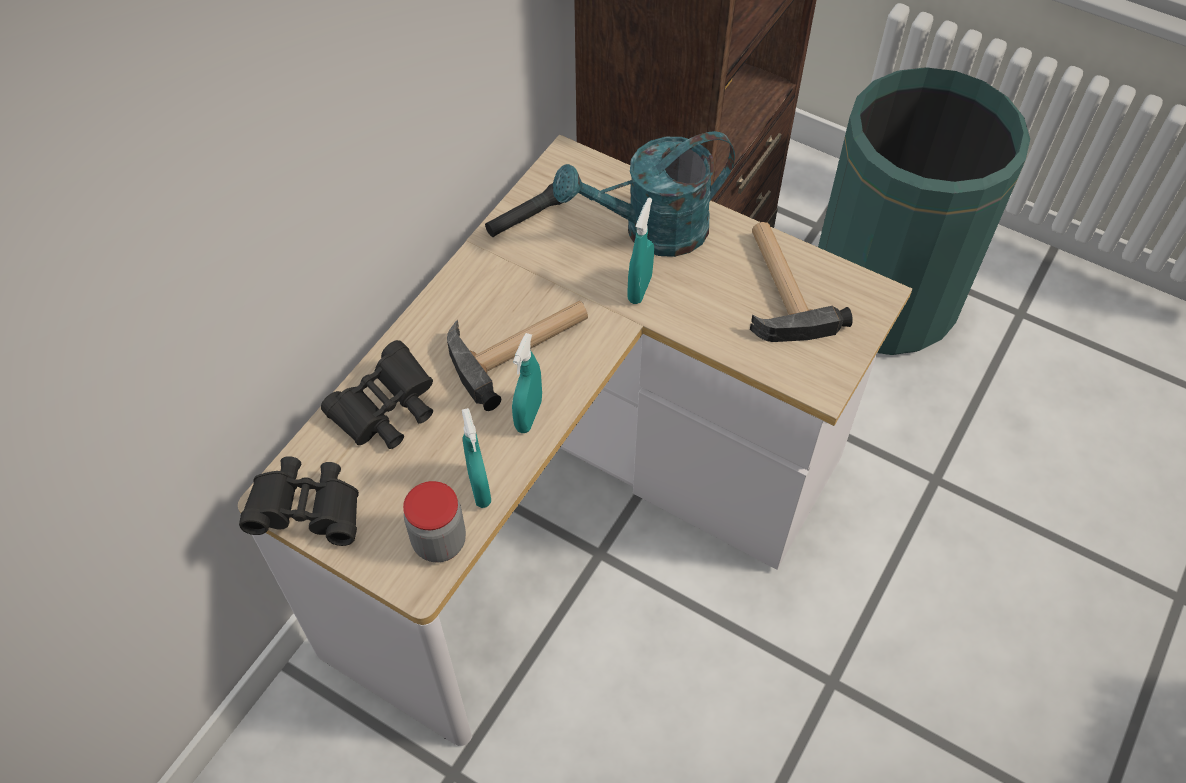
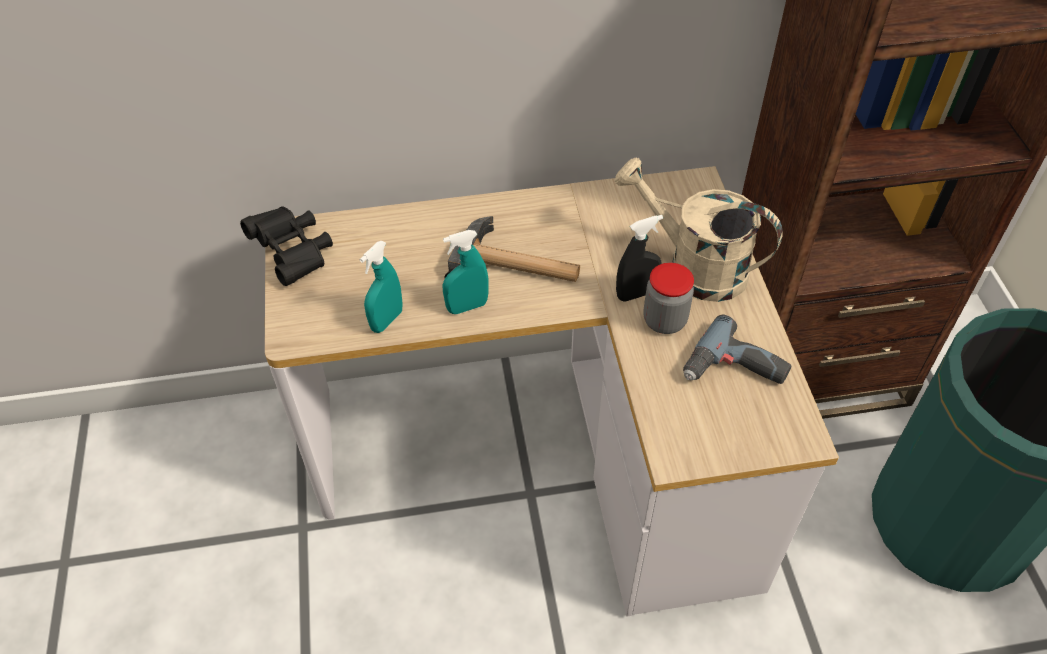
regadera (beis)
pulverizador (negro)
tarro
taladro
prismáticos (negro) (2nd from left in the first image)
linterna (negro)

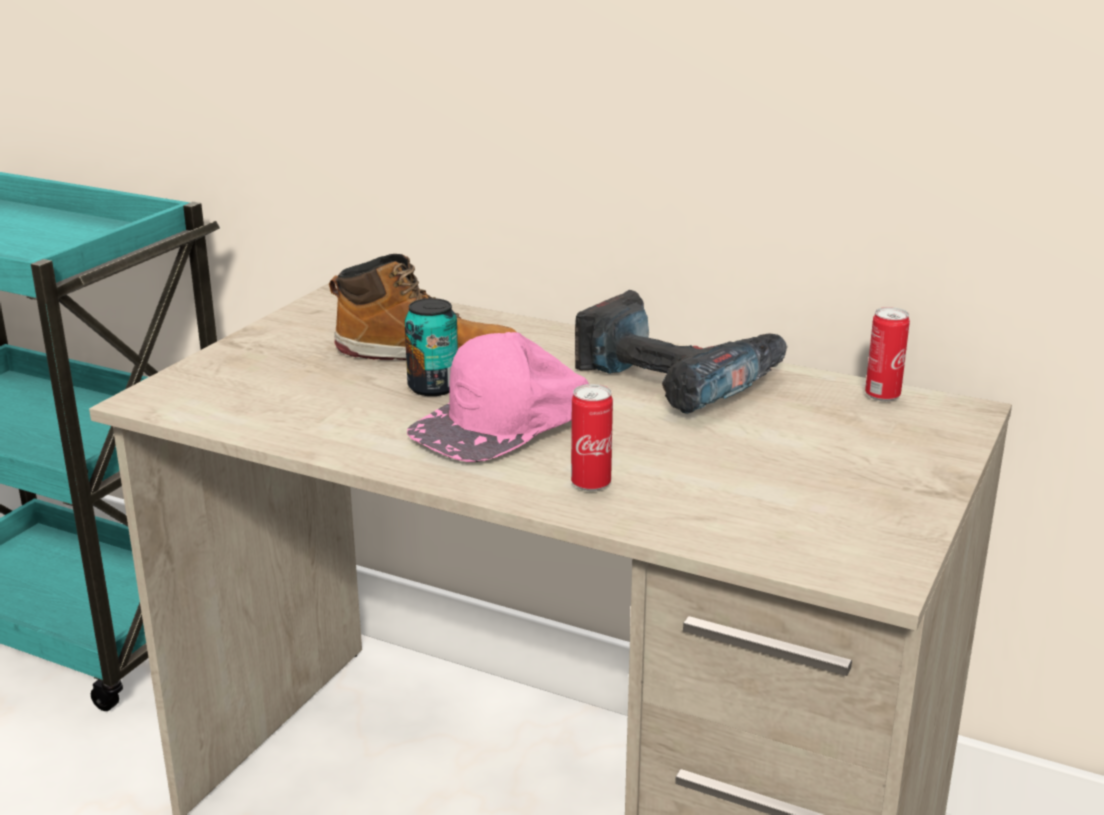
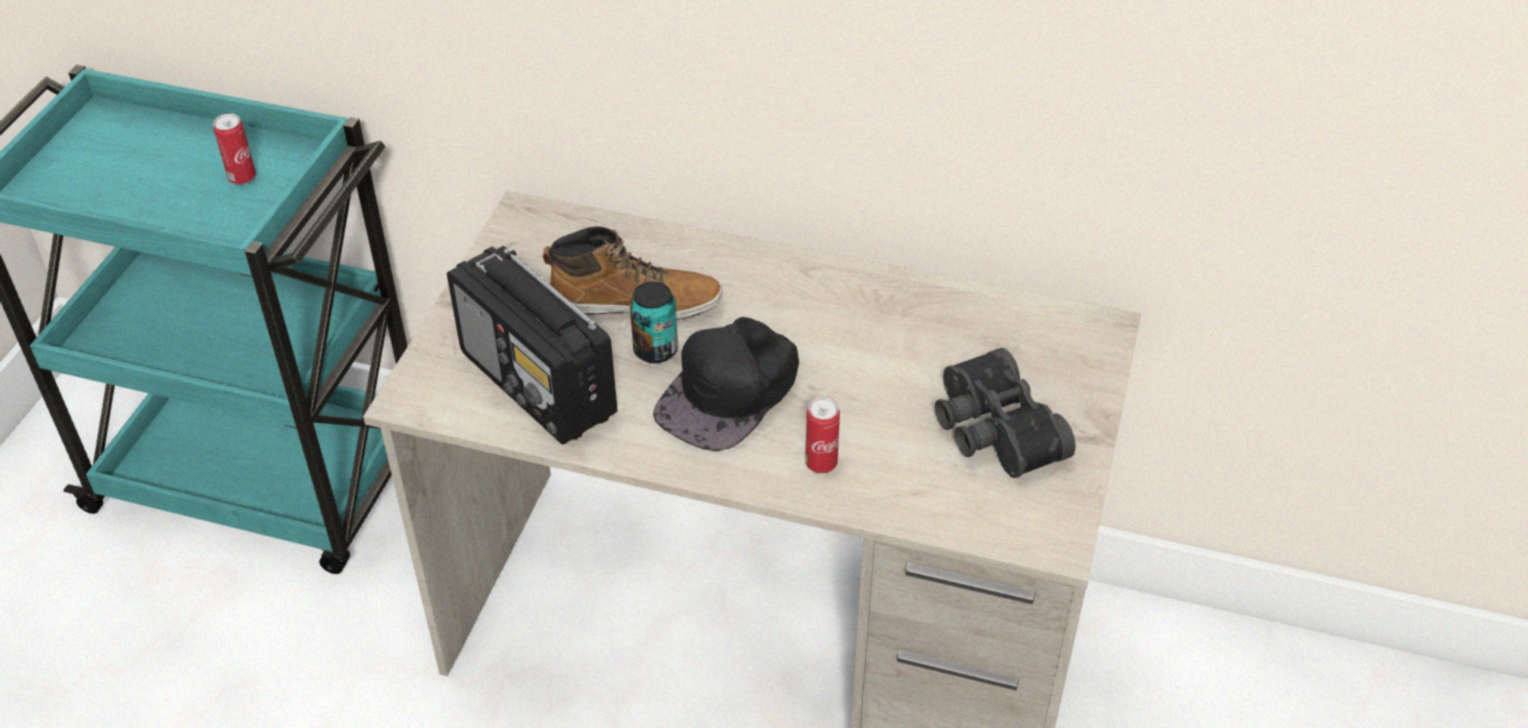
lata (1st from left)
radio
gorra (negro)
prismáticos (negro)
taladro

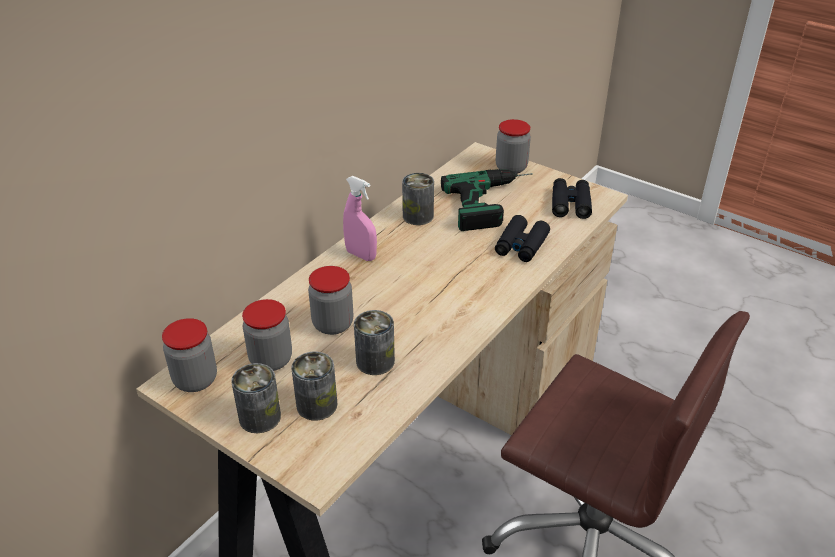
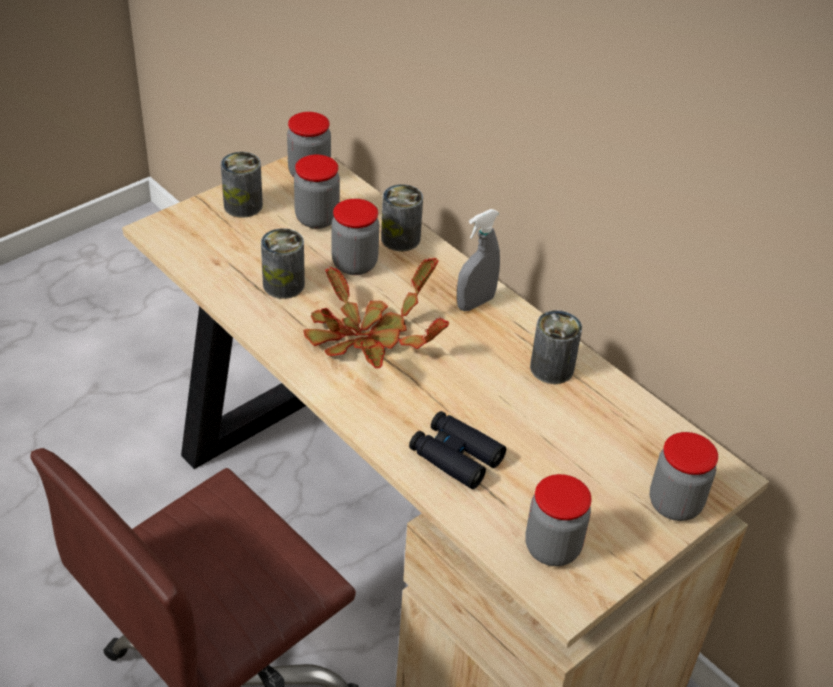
planta en maceta
lata (3rd from left)
pulverizador (gris)
tarro (4th from left)
taladro

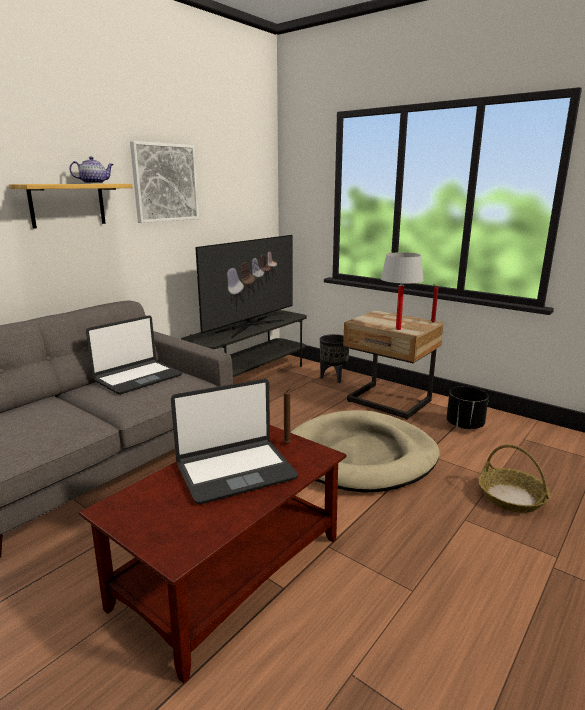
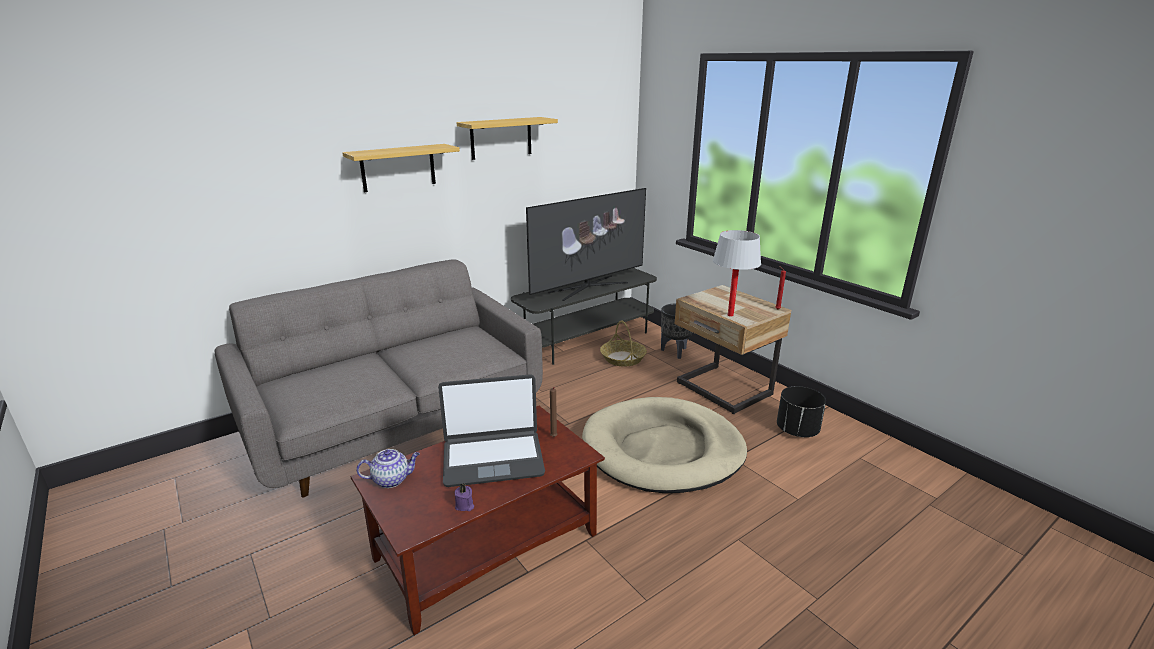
tetera
vela (morado)
estante (2nd from left)
cesta
portátil (1st from left in the first image)

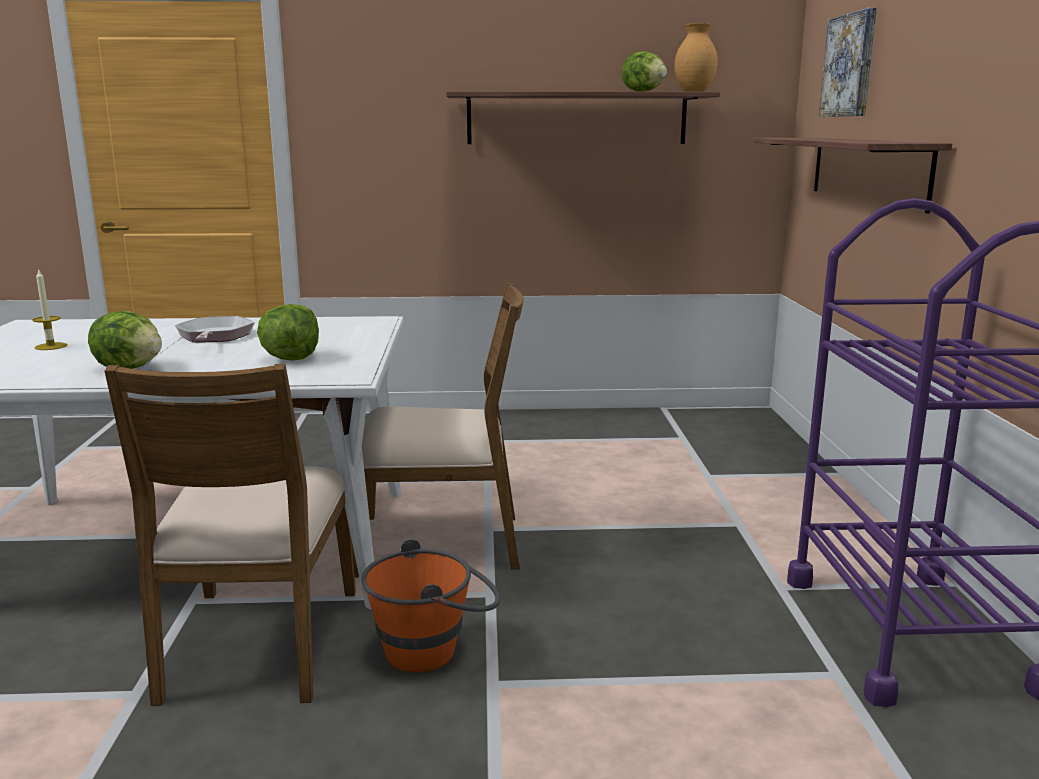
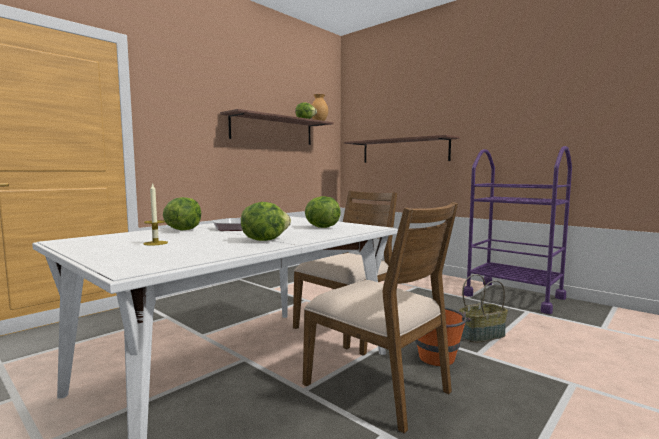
lechuga (1st from left)
cesta
cuadro

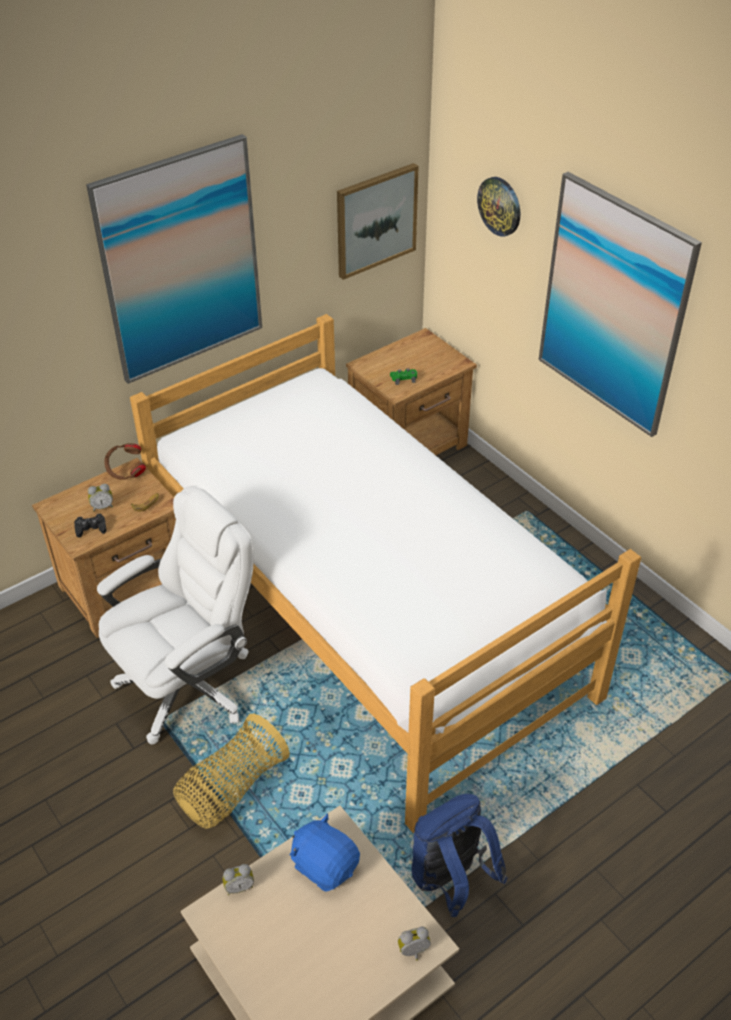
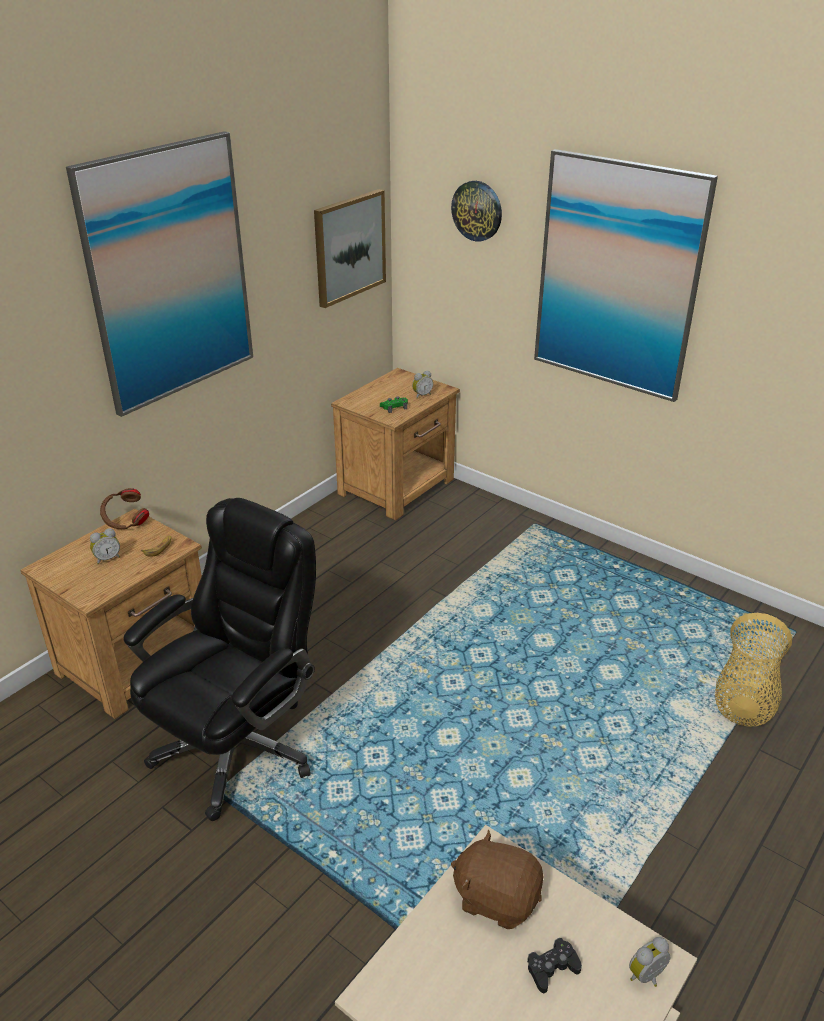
silla de oficina (negro)
despertador (2nd from left)
peluche (marrón)
mando de consola (negro)
cesta
cama
mochila (azul)

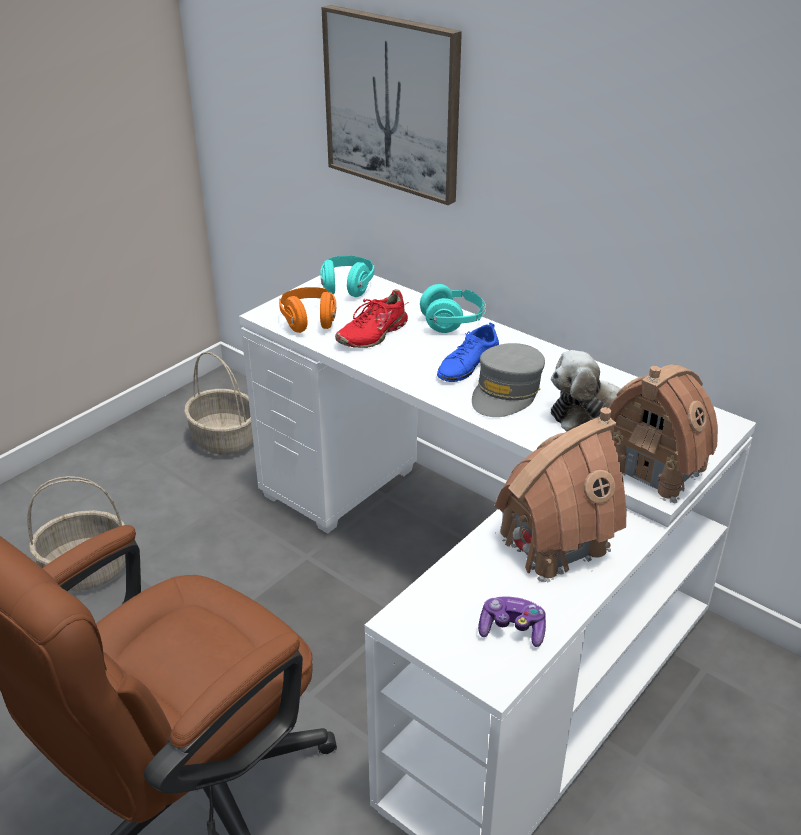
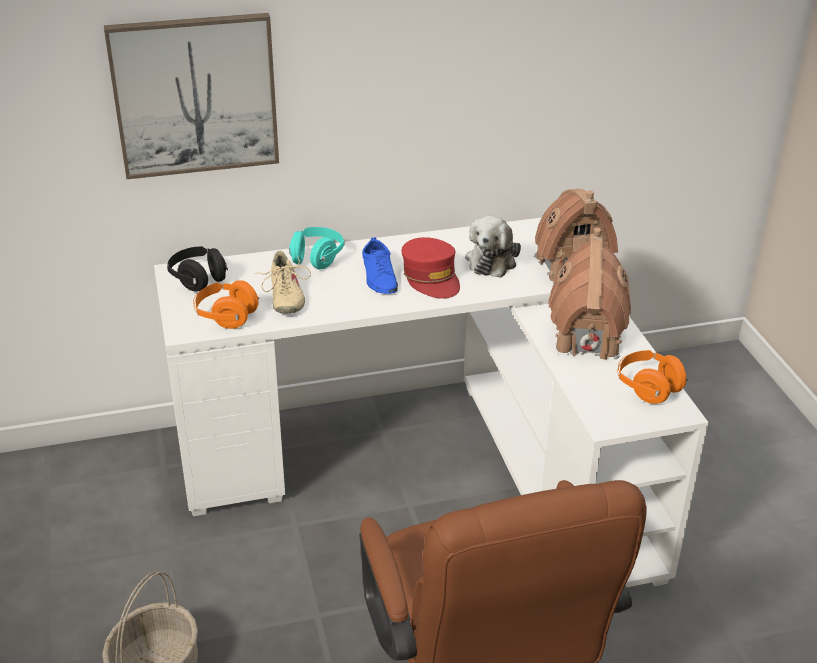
auriculares (negro)
zapato (beis)
gorra (rojo)
auriculares (naranja) (2nd from left)
cesta (2nd from left in the first image)

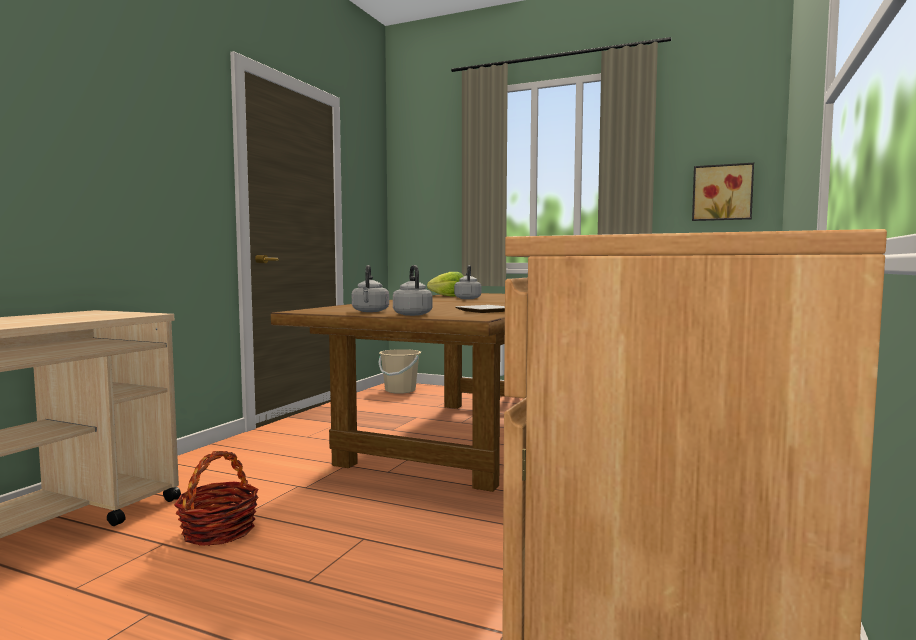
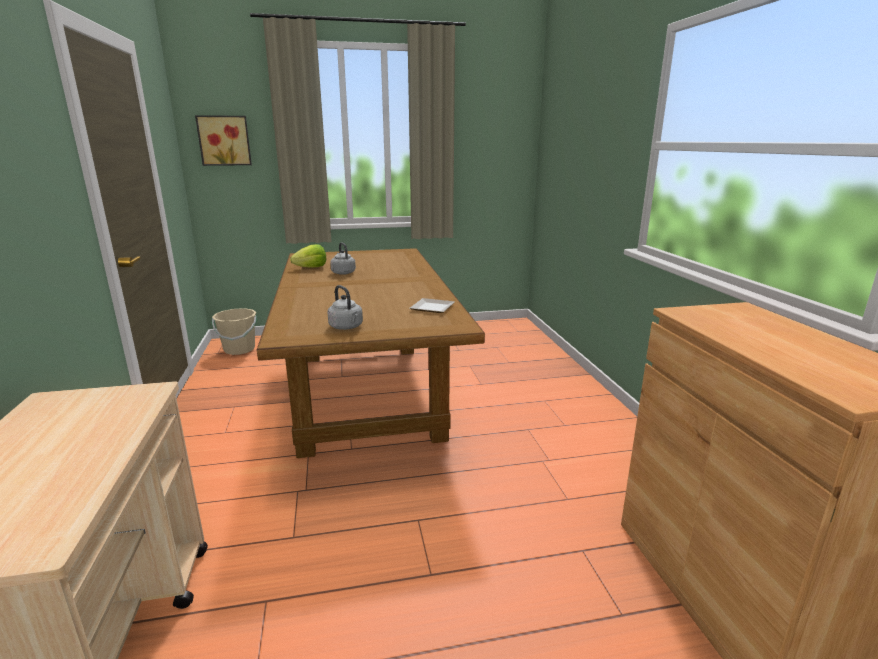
cuadro
cesta
hervidor (gris) (2nd from left in the first image)

